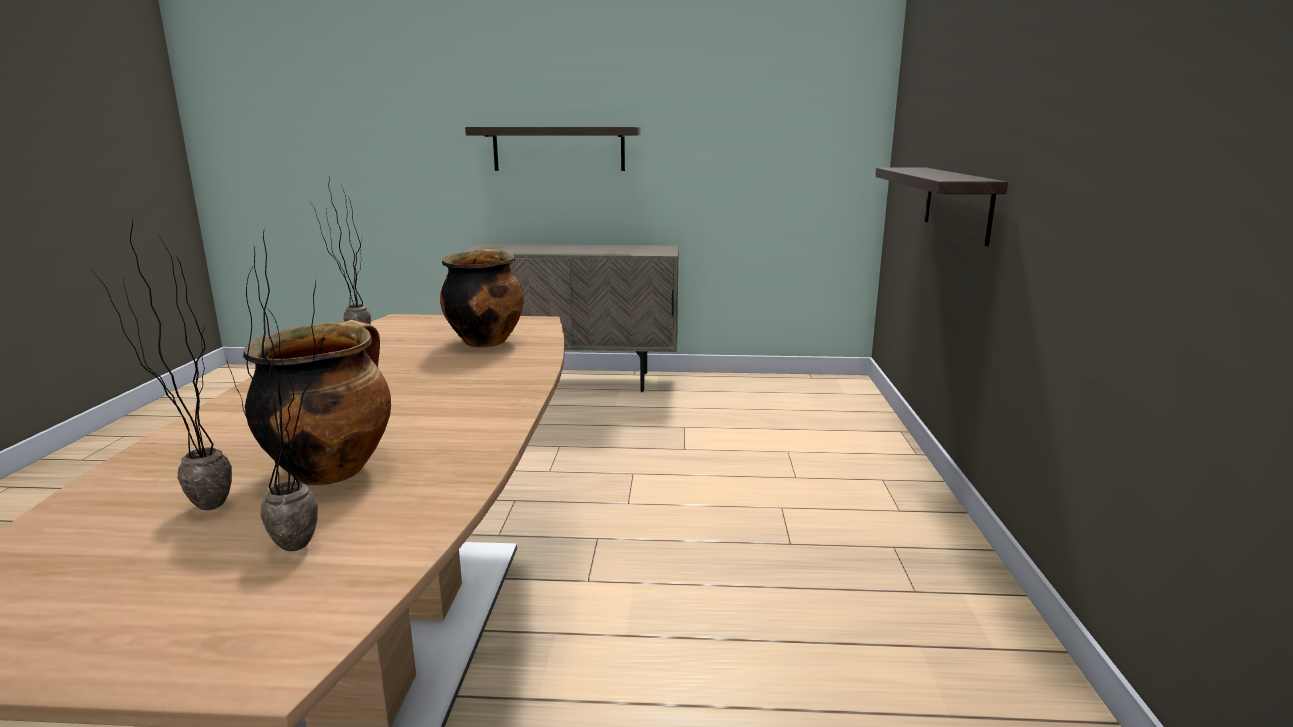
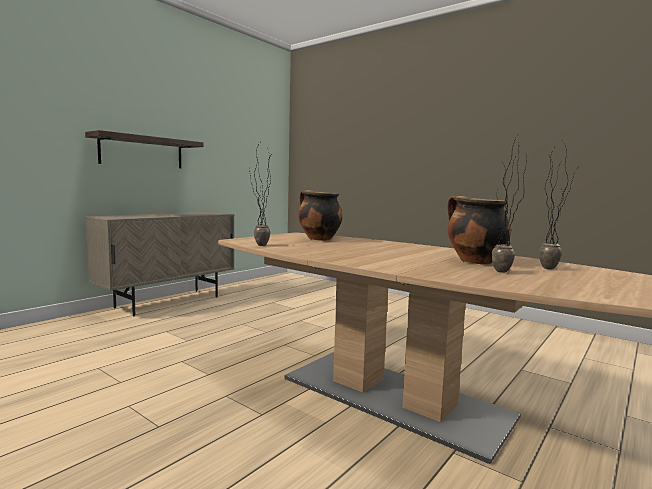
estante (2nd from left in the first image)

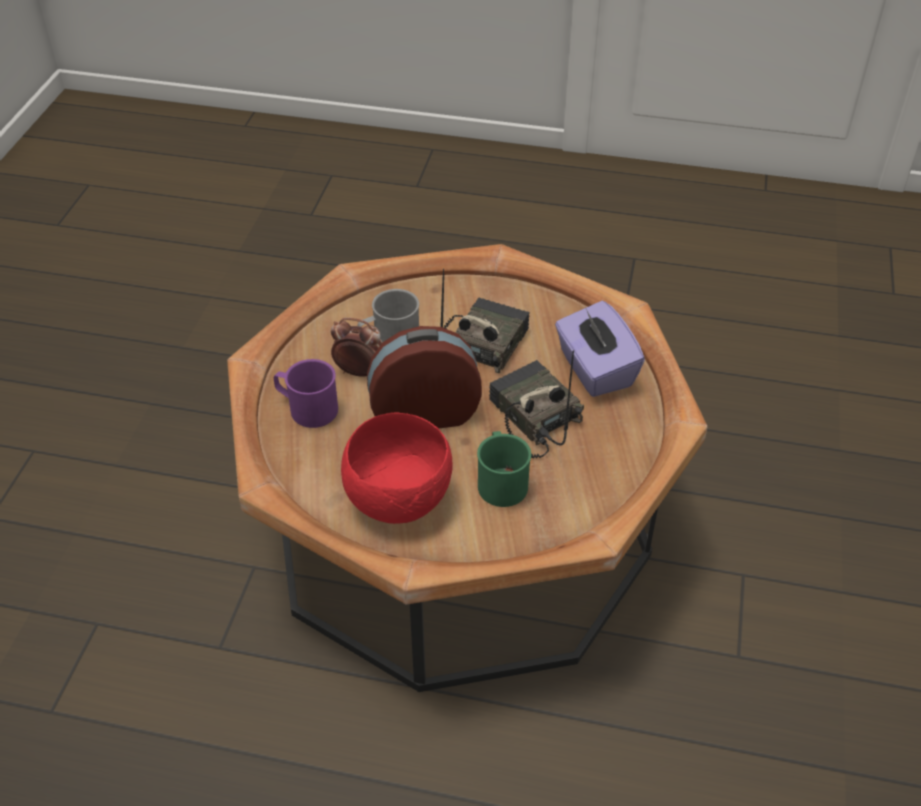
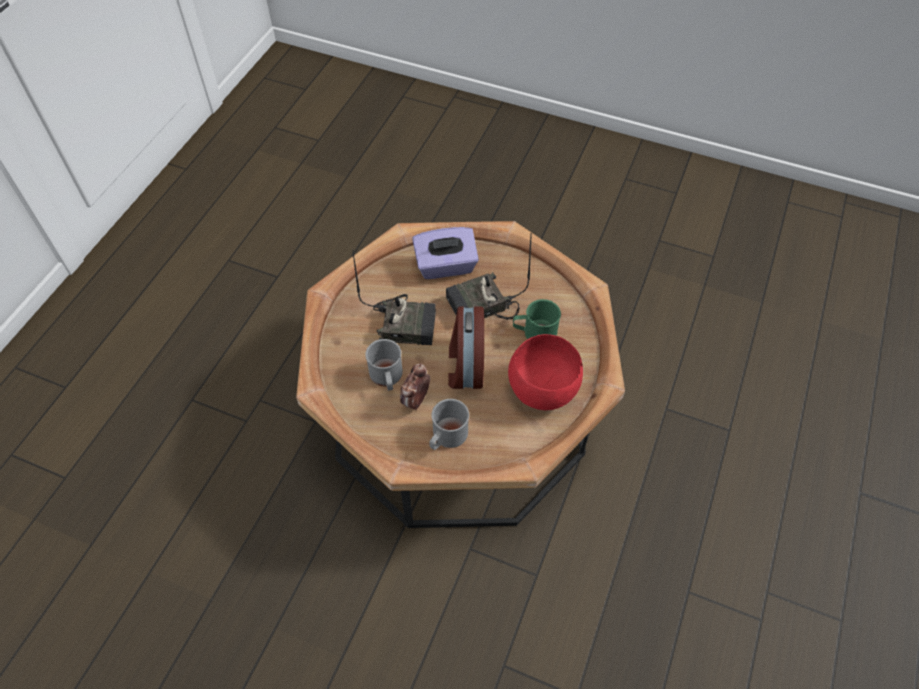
radio (1st from left)
taza grande (gris) (2nd from left)

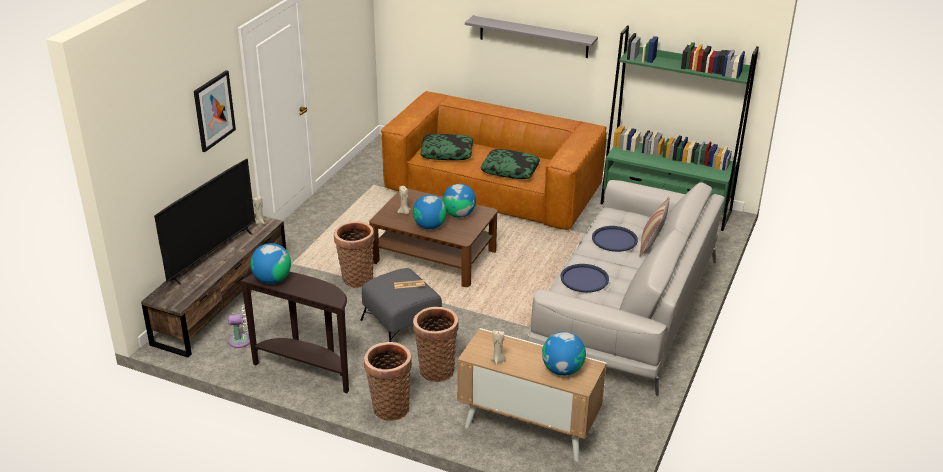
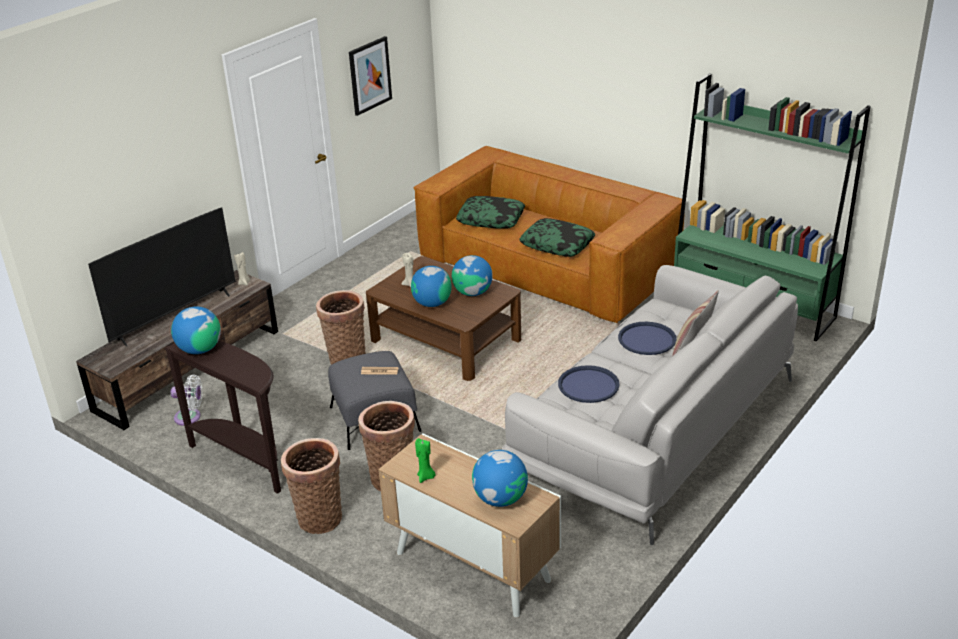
cuadro
vela (verde)
estante (gris)

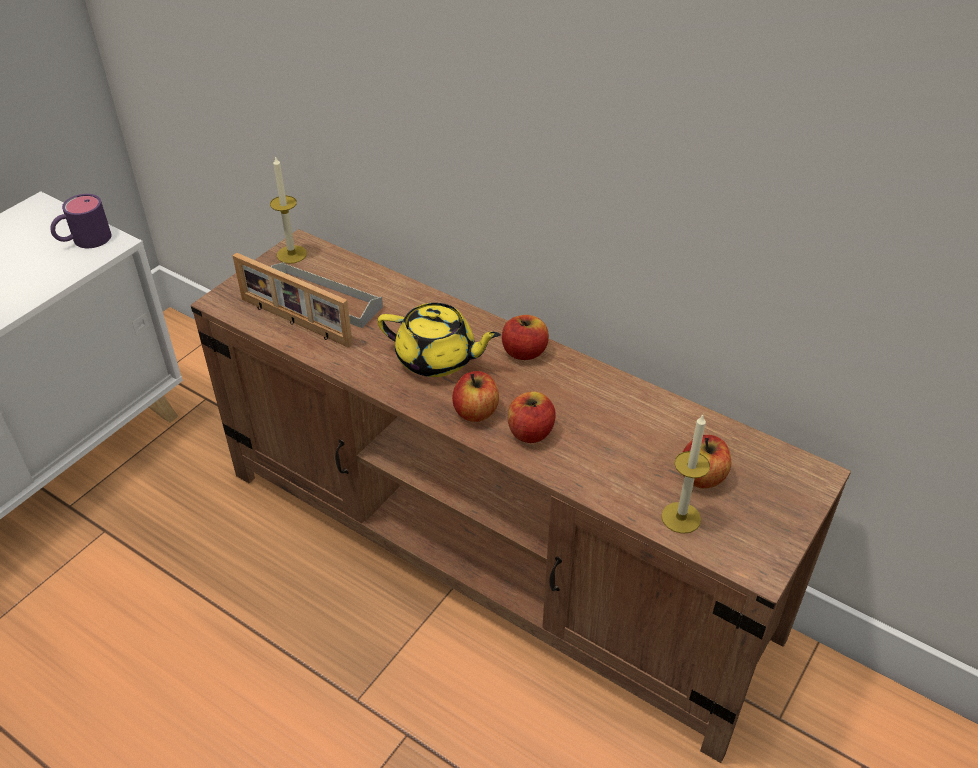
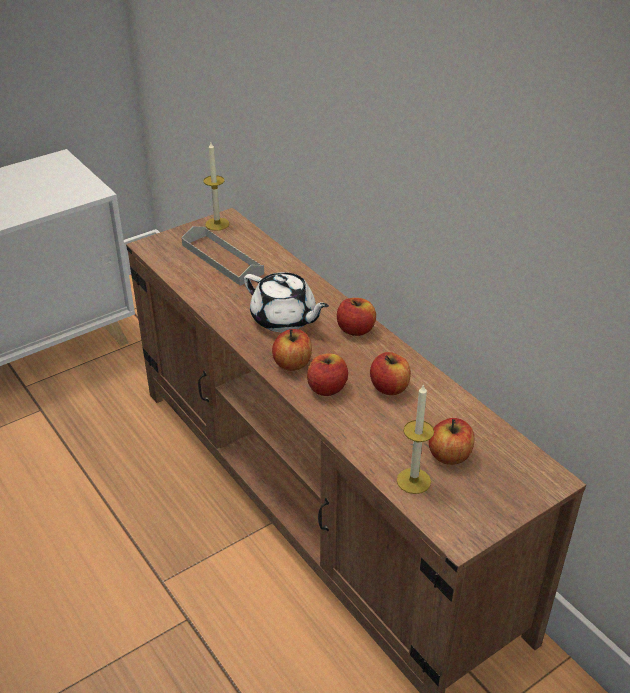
tetera (blanco)
manzana (4th from left)
taza grande (morado)
portarretratos

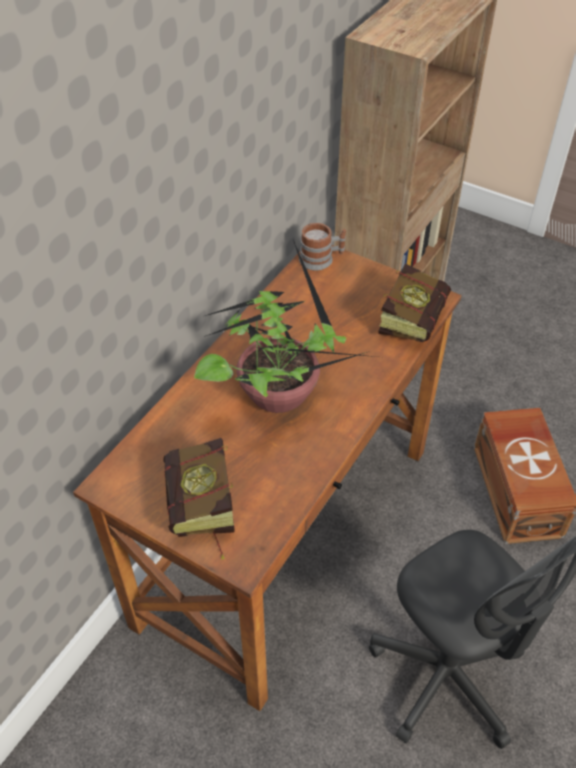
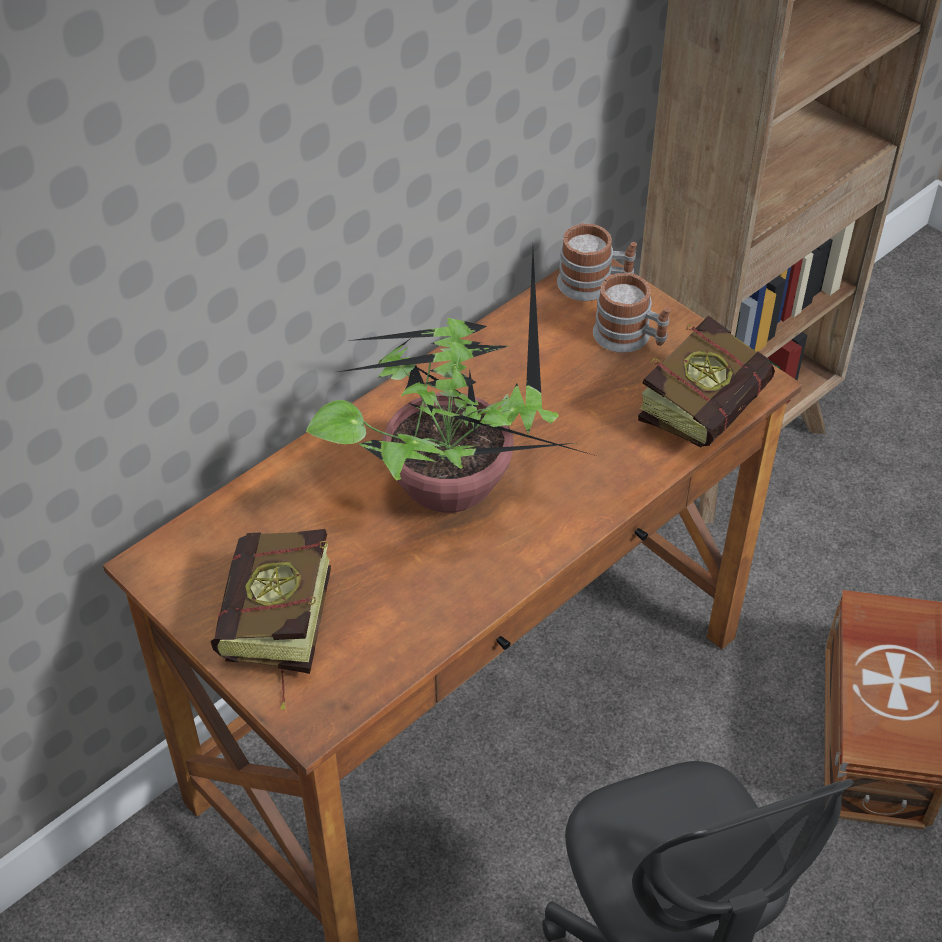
taza grande (2nd from left)

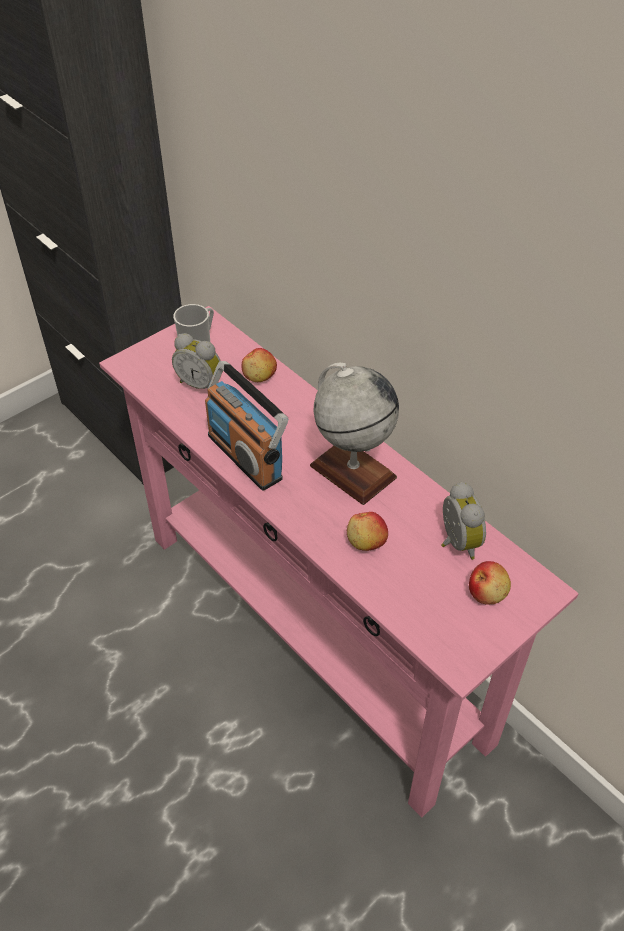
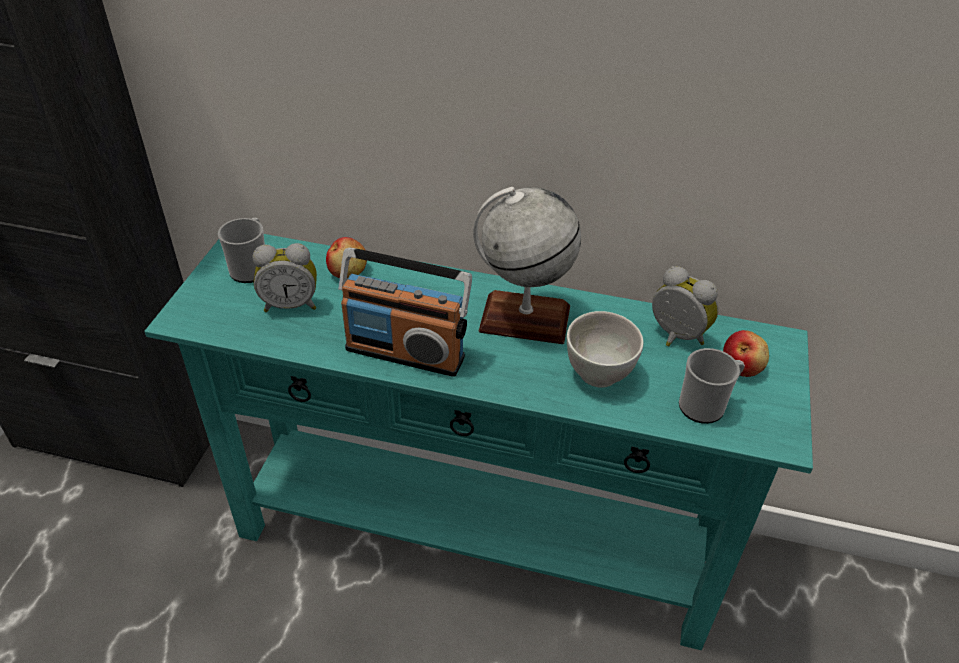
mesa consola (turquesa)
cuenco (blanco)
taza grande (2nd from left)

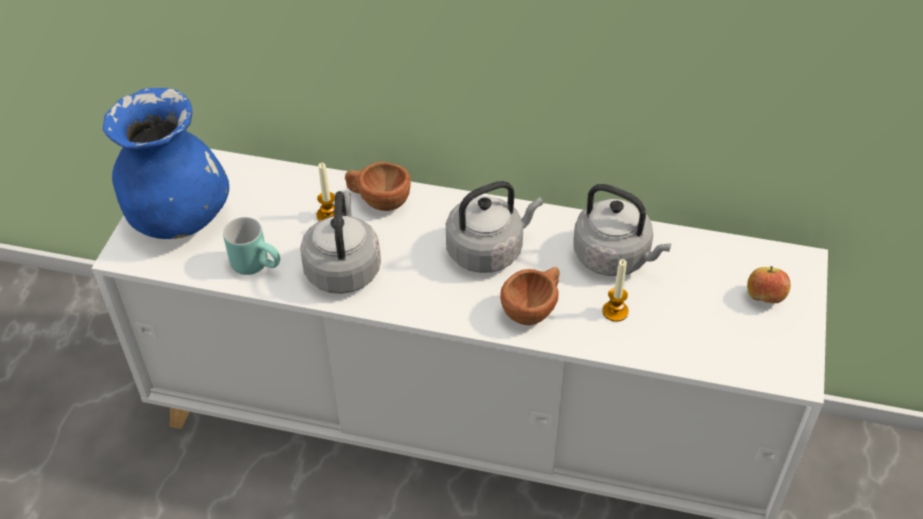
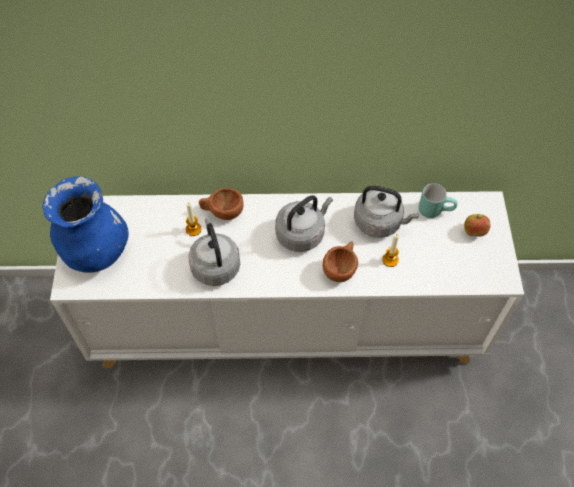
taza grande (turquesa)

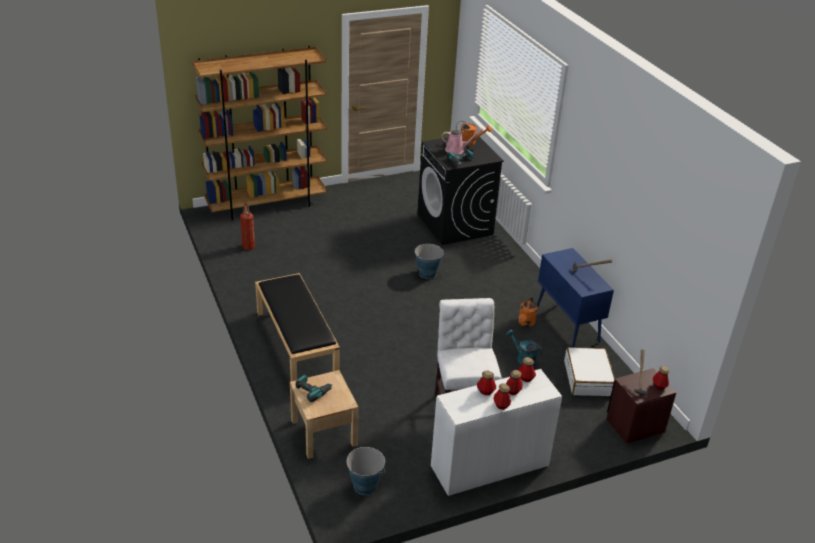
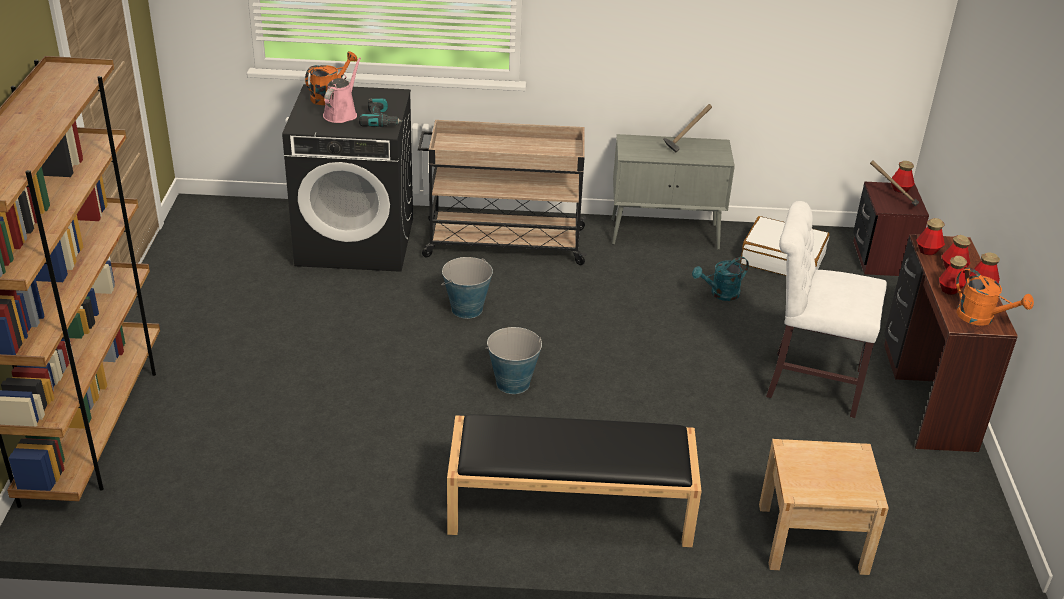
carrito (beis)
cubo (2nd from left)
armario (gris)
escritorio (marrón)
regadera (naranja) (2nd from left)
extintor
taladro (1st from left in the first image)

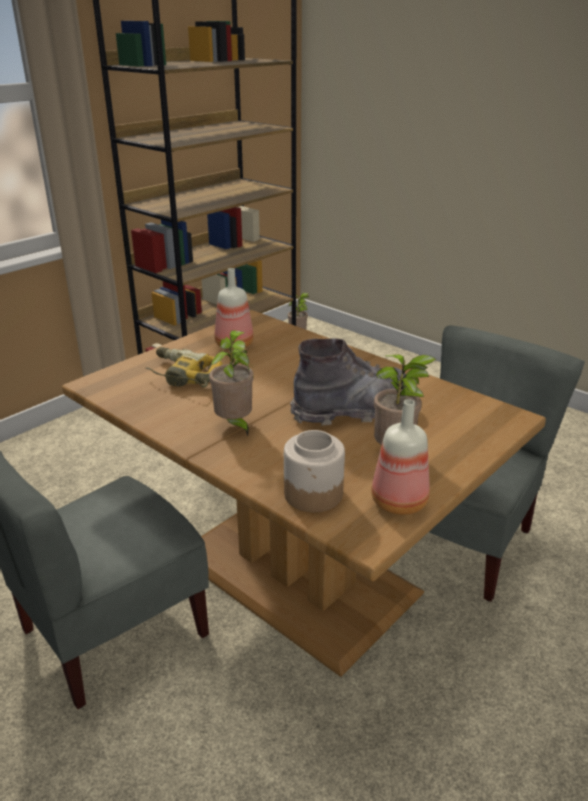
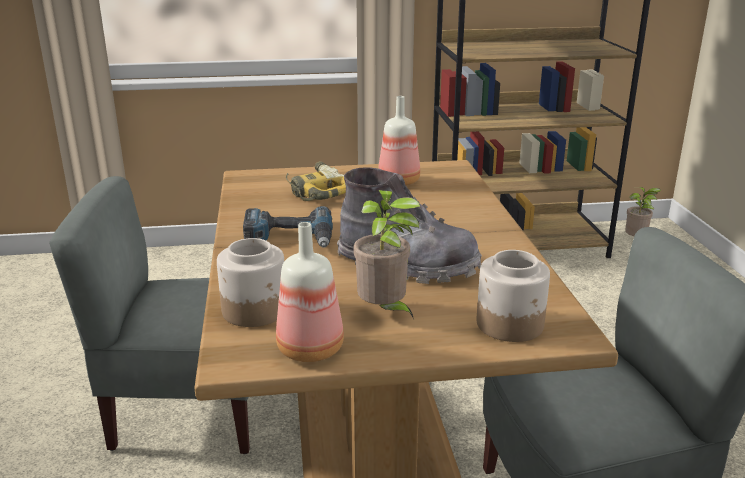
taladro (1st from left)
tarro (2nd from left)

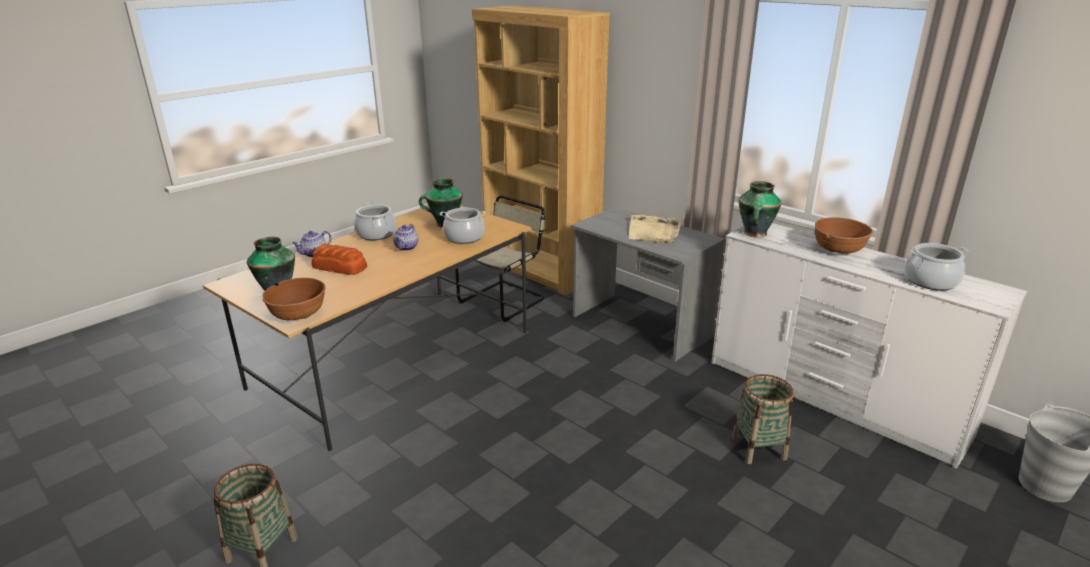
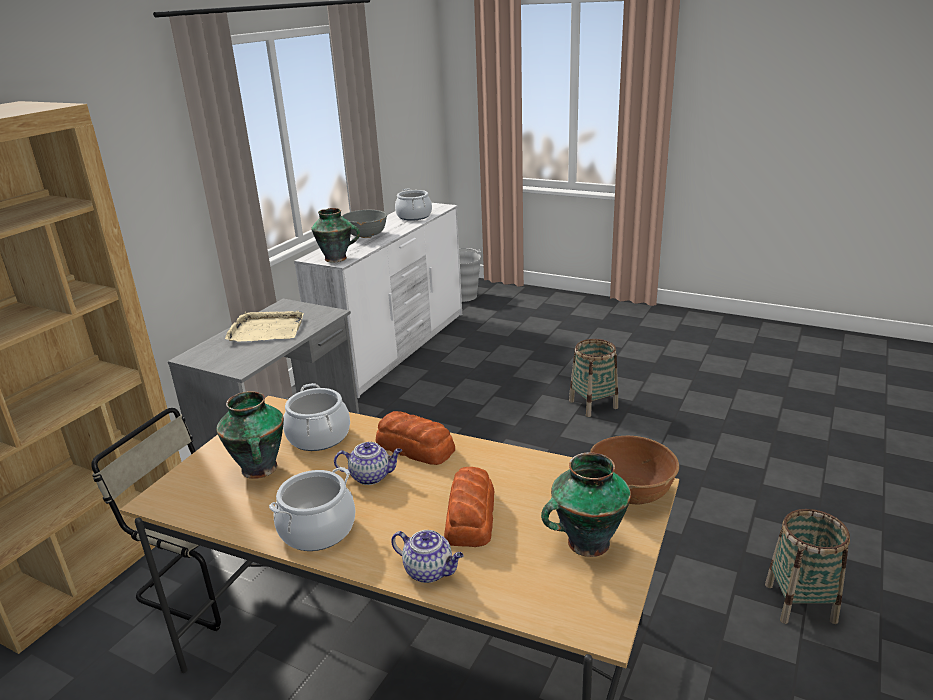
cuenco (gris)
pan (1st from left)
cesta (1st from left)

